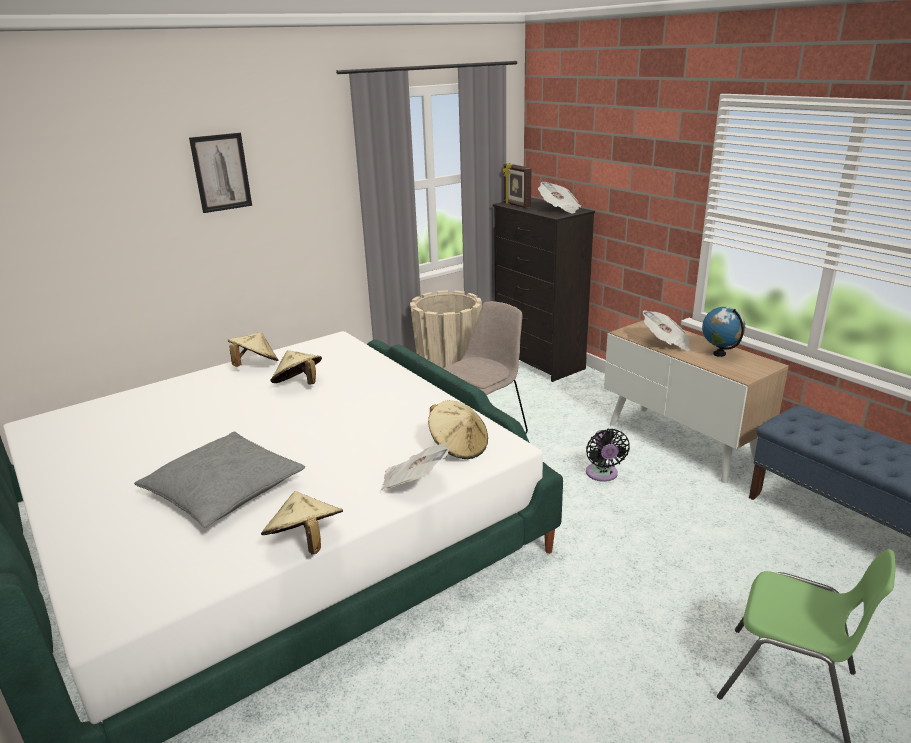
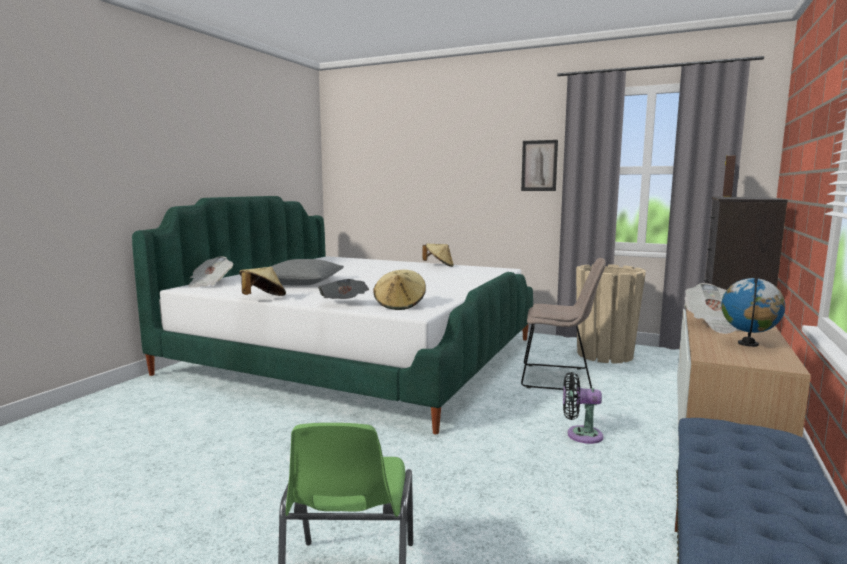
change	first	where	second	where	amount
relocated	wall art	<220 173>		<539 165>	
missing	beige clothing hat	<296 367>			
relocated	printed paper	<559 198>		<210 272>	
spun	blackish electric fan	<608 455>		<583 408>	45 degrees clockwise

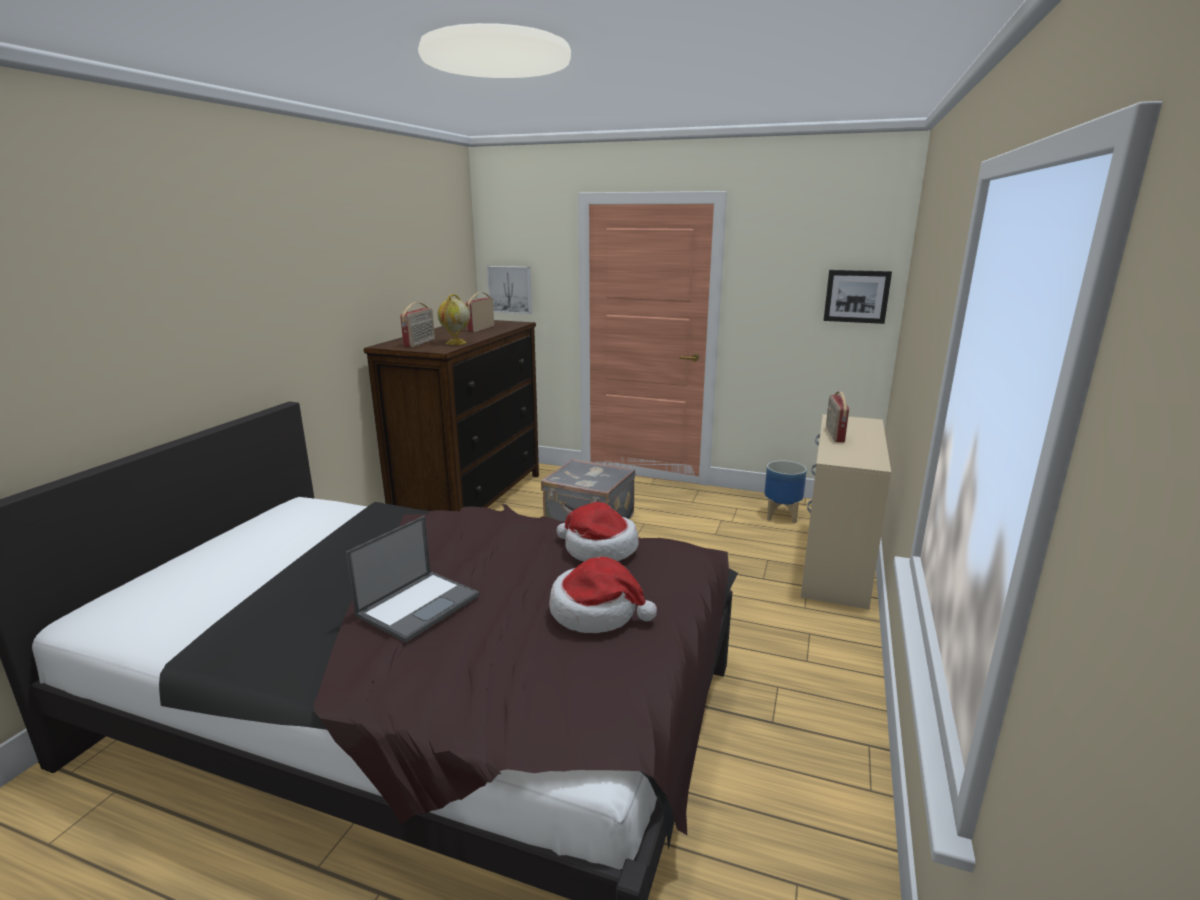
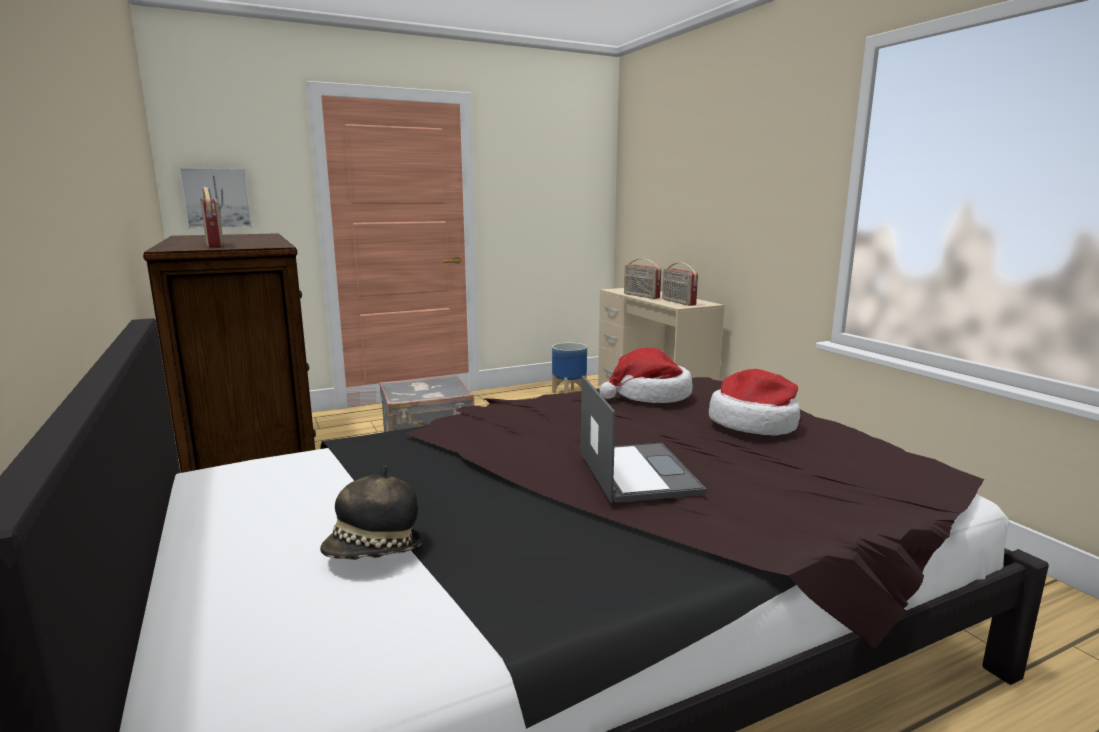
change	first	where	second	where	amount
missing	desk globe	<453 319>			
relocated	radio	<479 312>		<680 284>	
missing	wall art	<858 297>			
appeared			clothing hat	<371 512>	

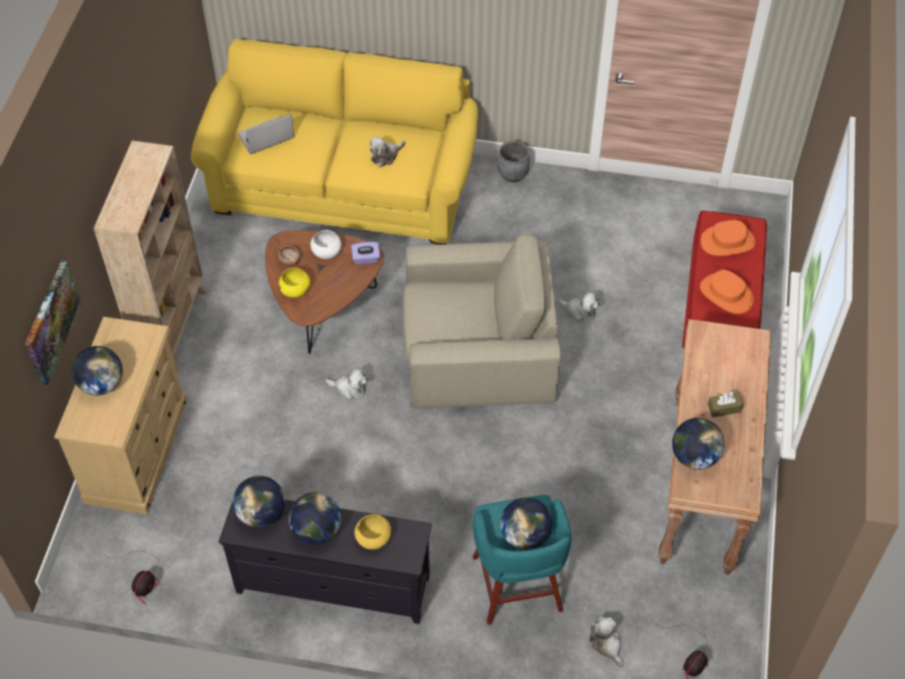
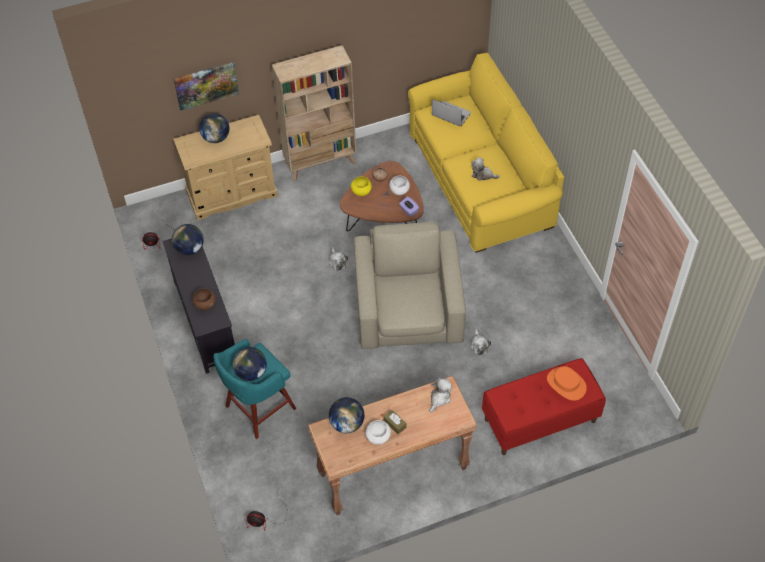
change	first	where	second	where	amount
missing	desk globe	<315 518>			
colour	yellow deep dish	<373 532>	brownish deep dish	<204 299>	
spun	beige lounge chair	<481 321>		<410 285>	150 degrees counterclockwise
missing	grey plant pot	<514 161>			
relocated	cuddly toy	<606 642>		<440 395>	
missing	orange clothing hat	<727 292>			
appeared			white deep dish	<378 432>	

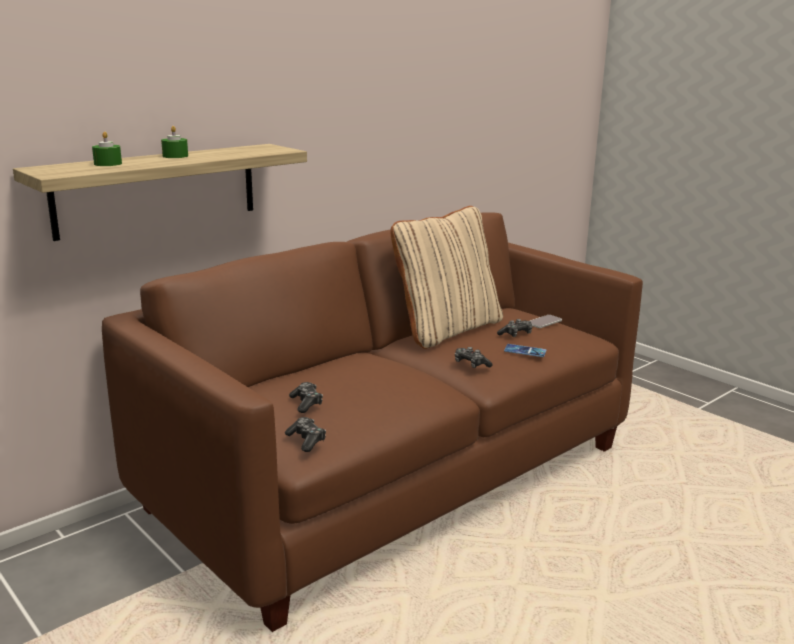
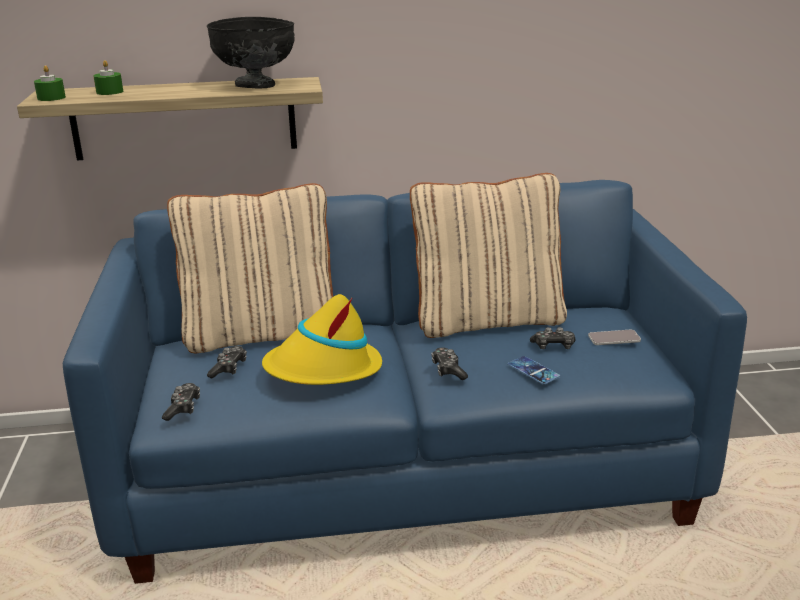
change	first	where	second	where	amount
colour	brownish settee	<372 422>	blue settee	<404 382>	
relocated	green-coloured wax candle	<174 142>		<50 83>	
appeared			beige cushion	<250 268>	
appeared			blackish deep dish	<250 52>	
appeared			yellow clothing hat	<322 339>	

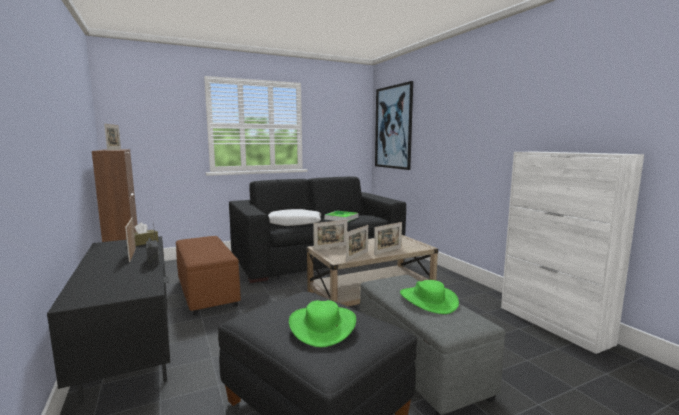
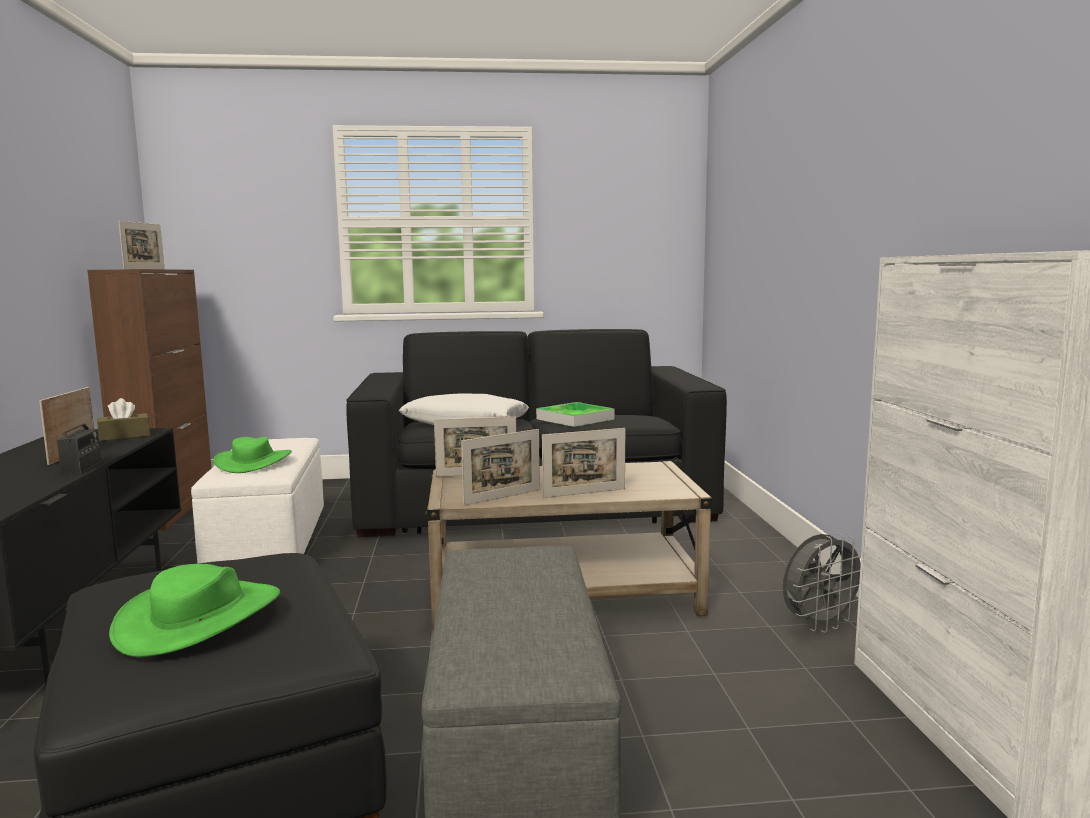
change	first	where	second	where	amount
colour	brownish footrest	<208 275>	white footrest	<257 501>	
missing	wall art	<394 125>			
relocated	green-coloured clothing hat	<429 297>		<252 455>	
appeared			grey electric fan	<822 583>	

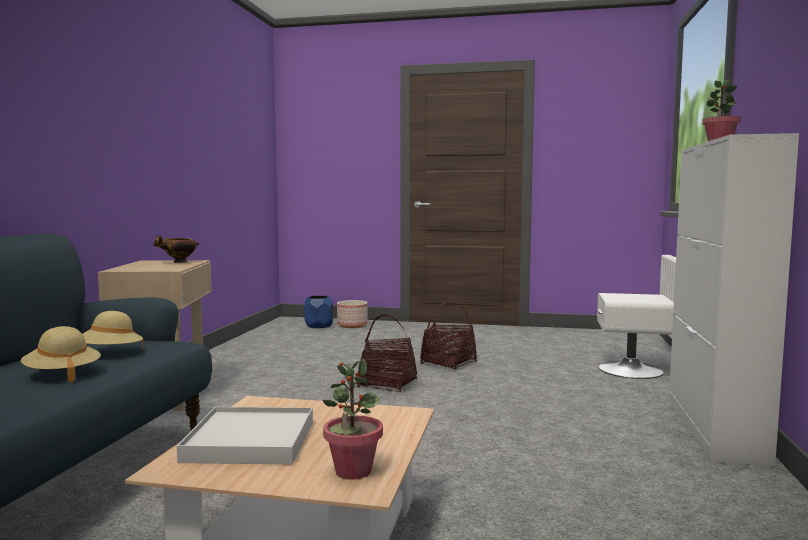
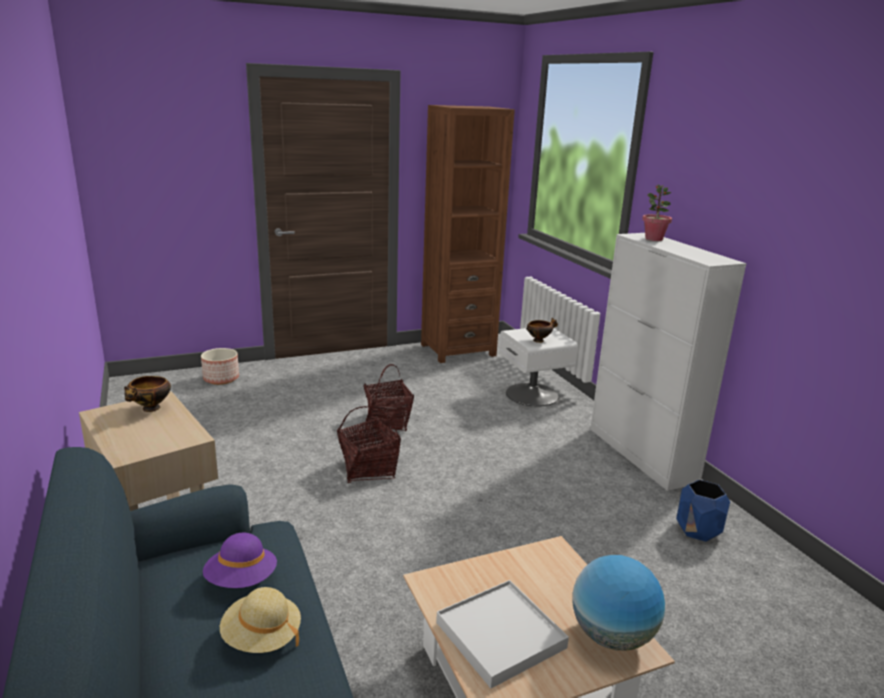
change	first	where	second	where	amount
colour	beige clothing hat	<113 330>	purple-coloured clothing hat	<240 560>	
relocated	blue plant pot	<318 312>		<703 511>	
exchanged	houseplant	<353 419>	desk globe	<618 603>	
appeared			brownish bookshelf	<468 234>	
appeared			deep dish	<542 330>	

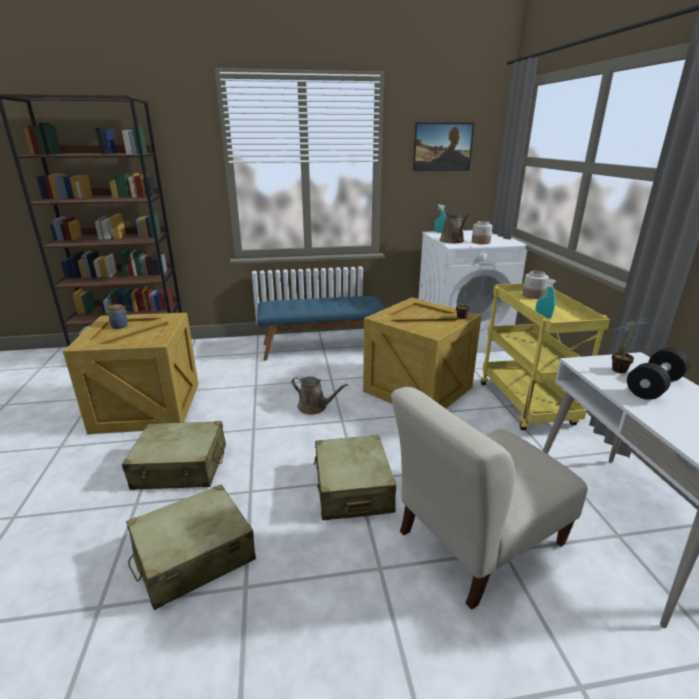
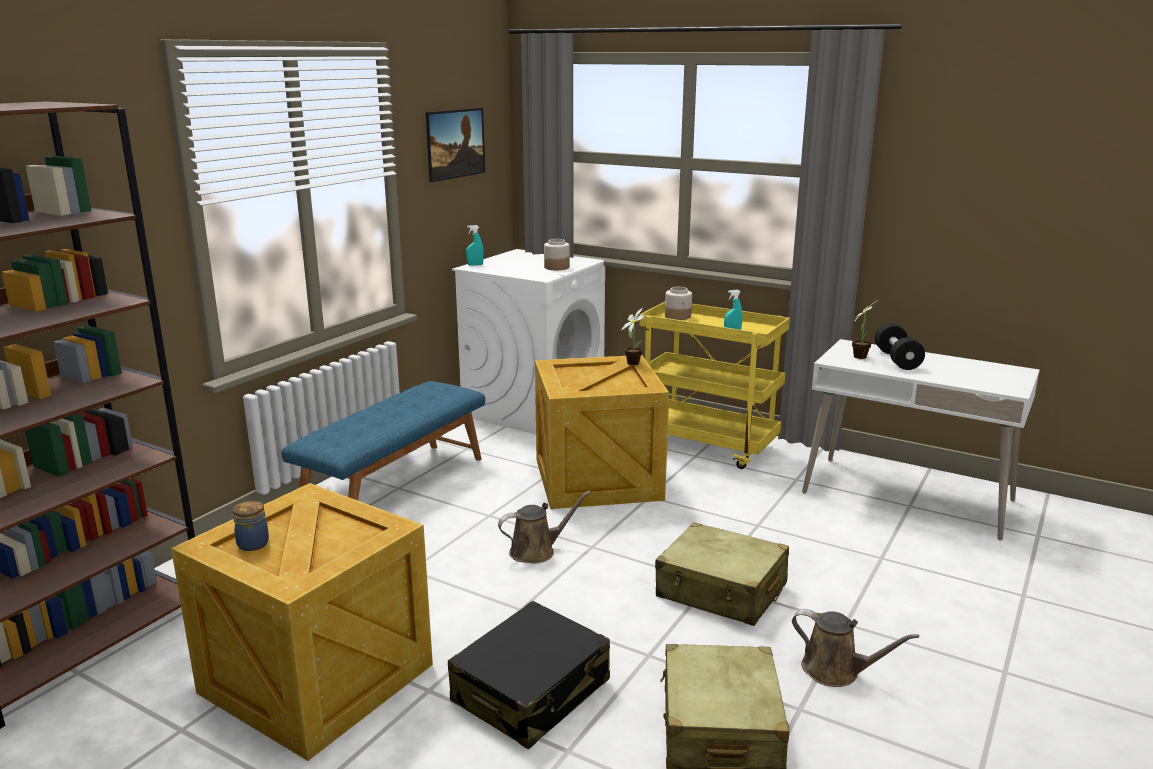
change	first	where	second	where	amount
colour	beige travel case	<174 455>	blackish travel case	<529 675>	
missing	beige plain chair	<489 498>			
relocated	brownish watering pot	<454 227>		<855 648>	

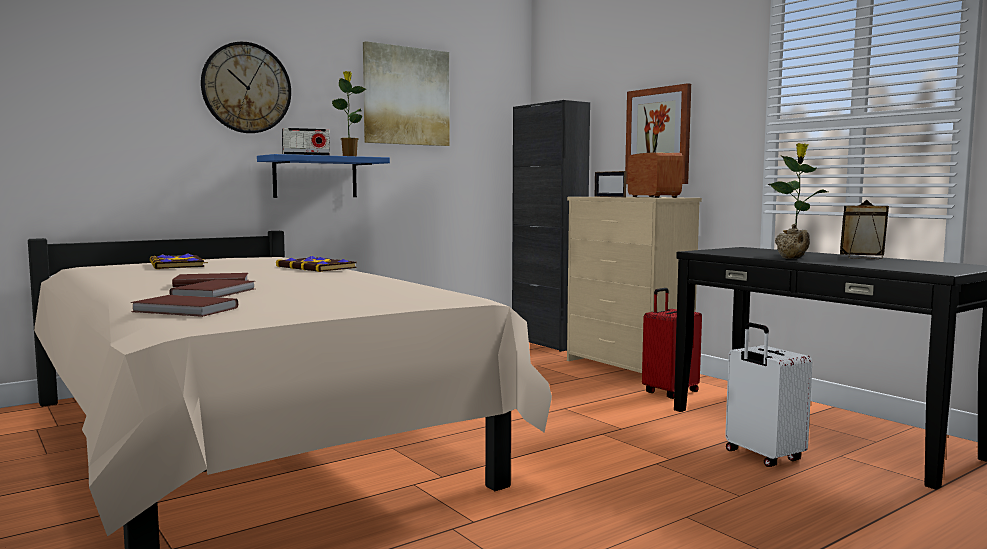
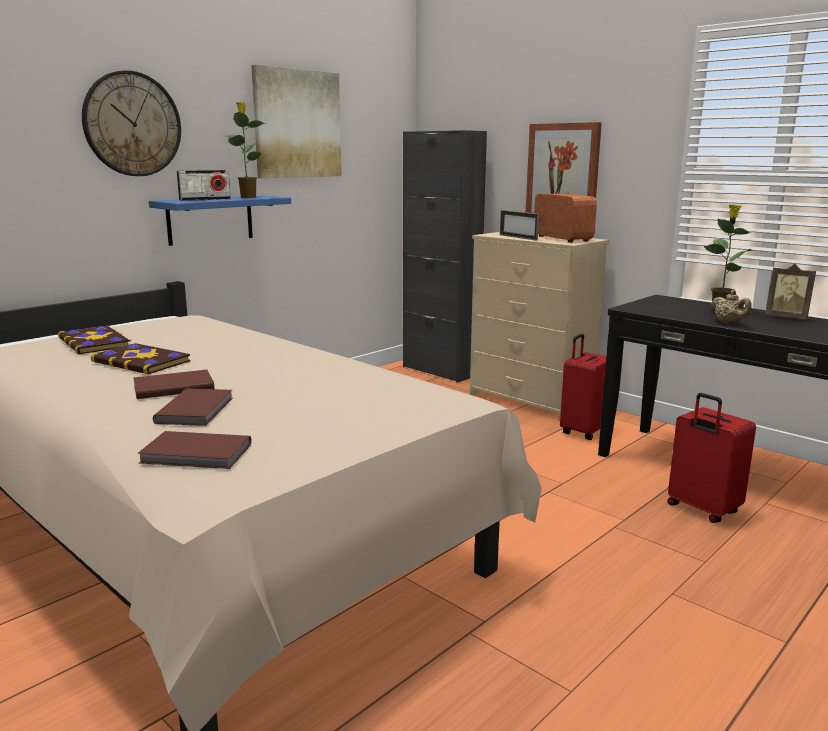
change	first	where	second	where	amount
relocated	bound book	<316 264>		<140 359>	
colour	white travel case	<768 395>	red travel case	<711 458>	
spun	picture frame	<864 229>		<790 291>	150 degrees counterclockwise

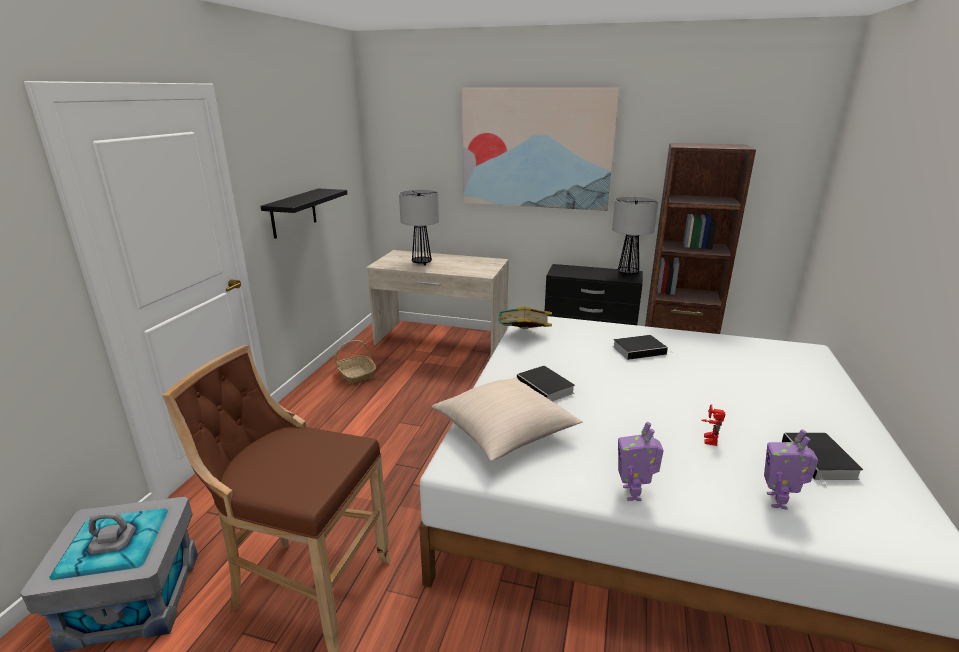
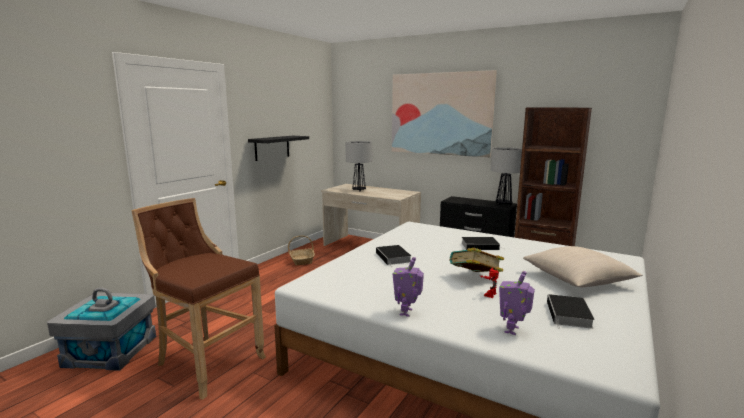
change	first	where	second	where	amount
relocated	beige cushion	<507 419>		<583 266>	
relocated	bound book	<525 317>		<477 260>	

